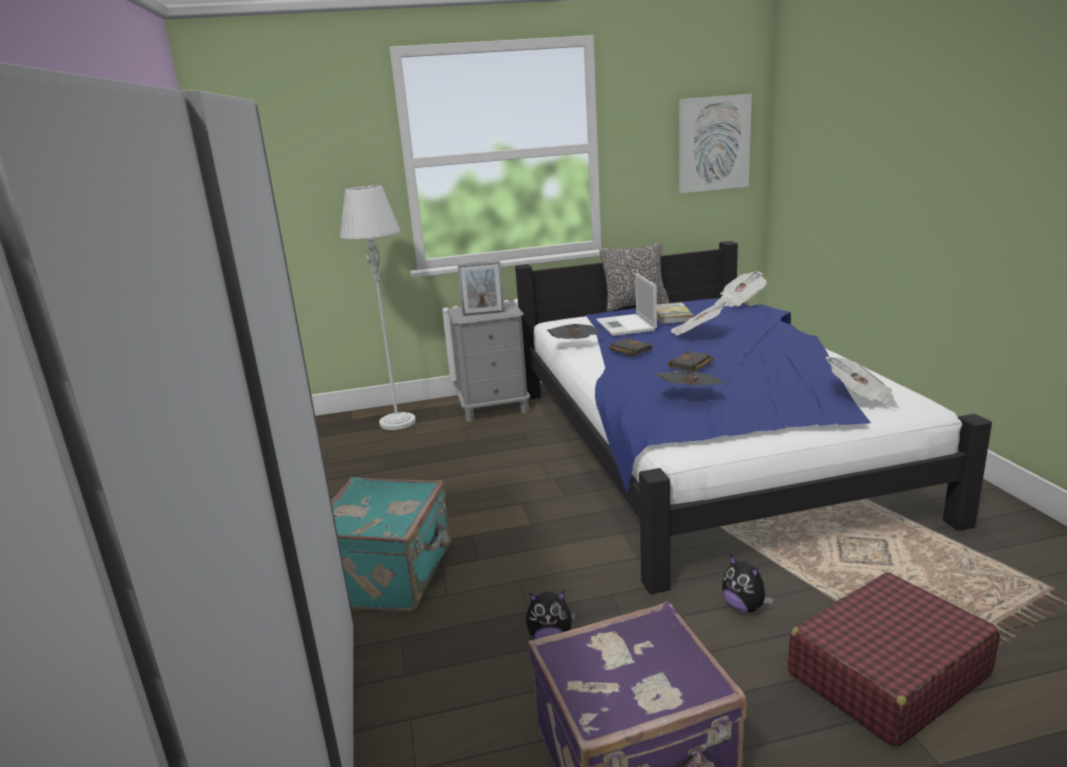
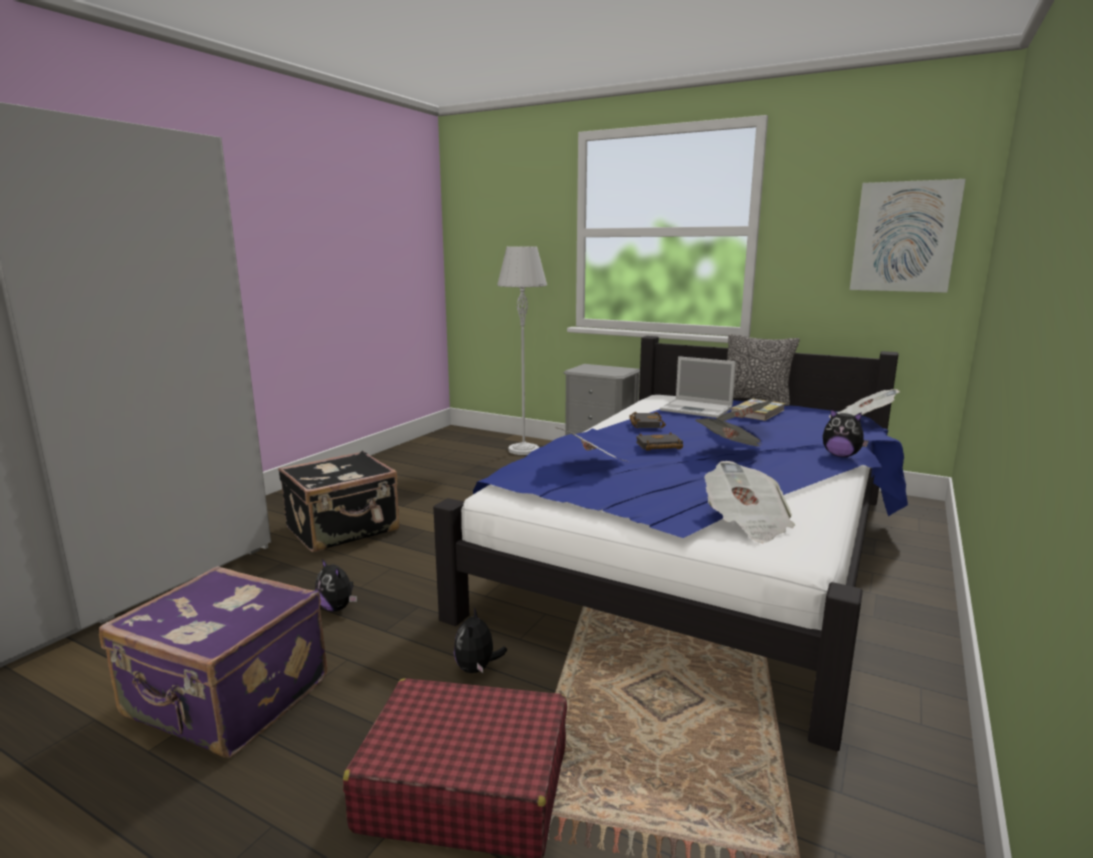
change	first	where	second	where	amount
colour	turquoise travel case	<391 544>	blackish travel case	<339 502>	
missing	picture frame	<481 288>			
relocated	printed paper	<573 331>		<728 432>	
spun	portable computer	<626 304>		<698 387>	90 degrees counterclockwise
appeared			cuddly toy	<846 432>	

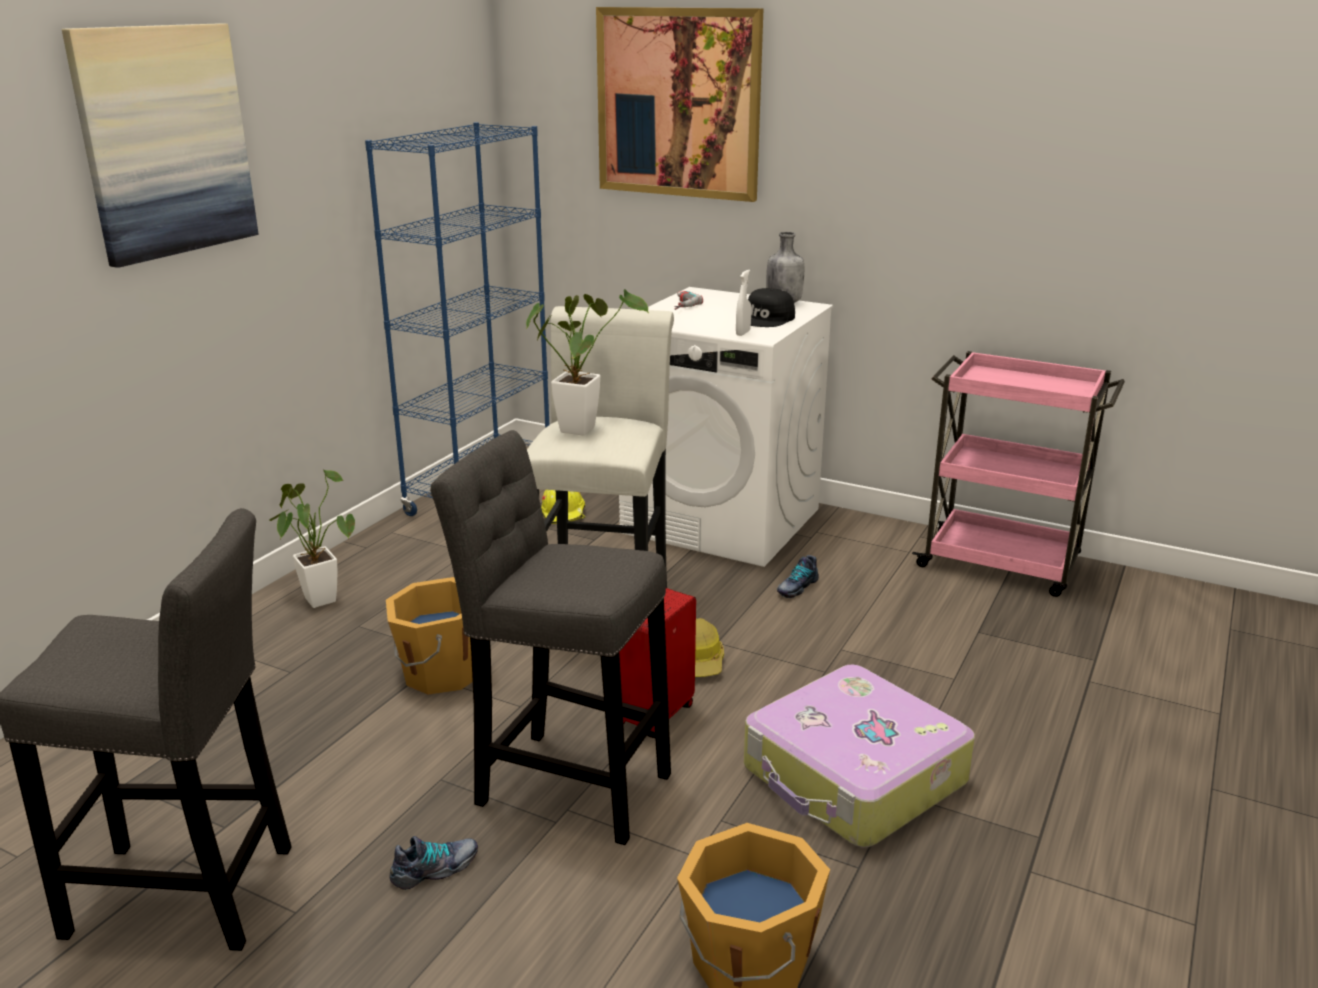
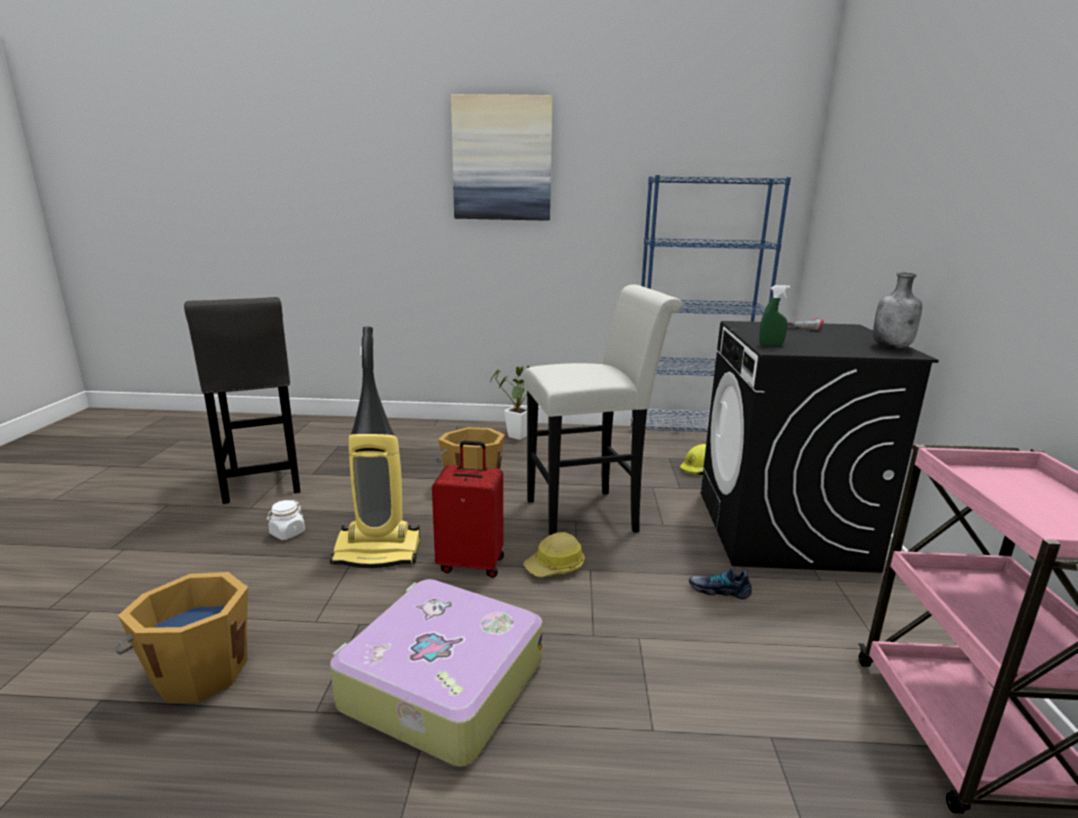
change	first	where	second	where	amount
exchanged	item of footwear	<433 863>	white jar	<286 520>	
exchanged	grey stool	<551 637>	hoover	<375 447>	
missing	houseplant	<587 362>			
missing	wall art	<680 104>			
colour	white laundry machine	<726 427>	blackish laundry machine	<820 447>	
colour	white spray bottle	<743 303>	green-coloured spray bottle	<774 315>	
missing	blackish peaked cap	<771 307>			

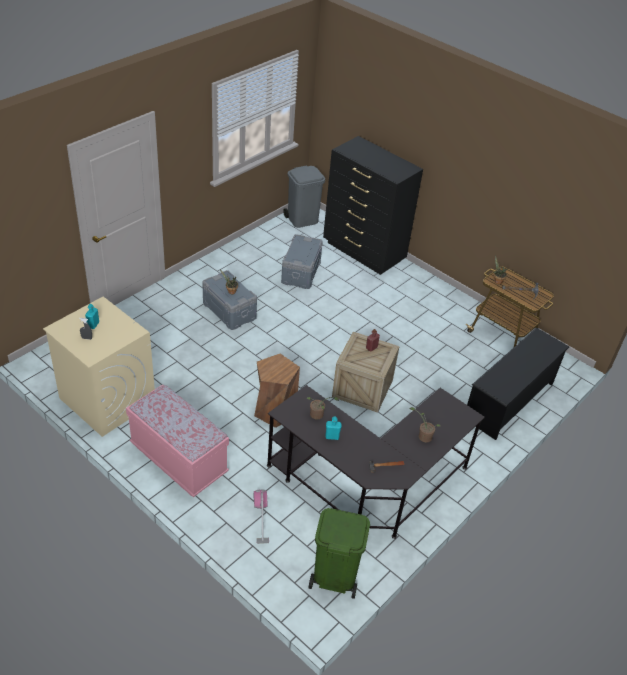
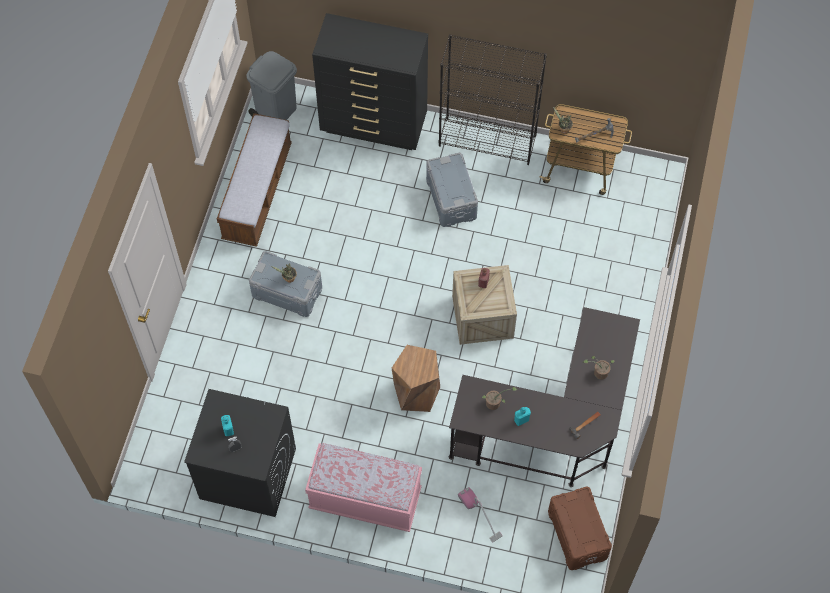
change	first	where	second	where	amount
colour	beige laundry machine	<99 367>	blackish laundry machine	<240 453>	
relocated	grey storage box	<302 261>		<452 190>	
exchanged	green-coloured waste bin	<339 553>	brownish storage box	<580 528>	
missing	blackish shoe shelf	<518 384>			
appeared			indoor bench	<254 180>	
appeared			blackish bookshelf	<493 99>	

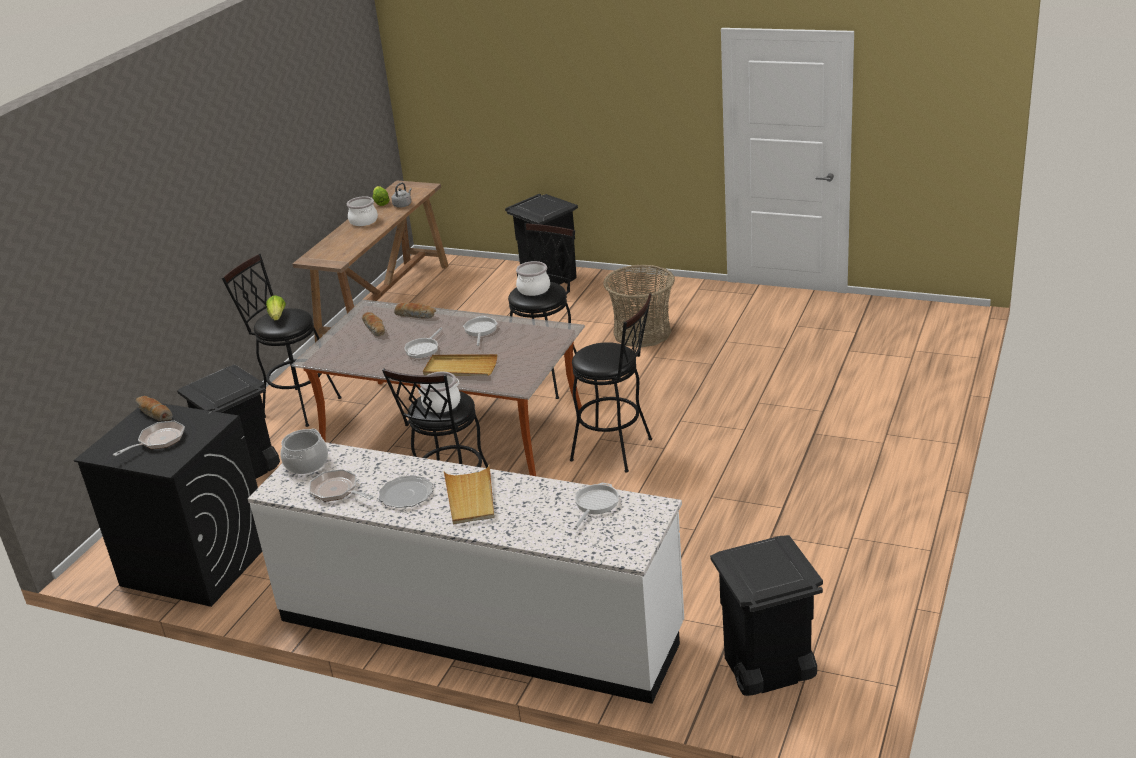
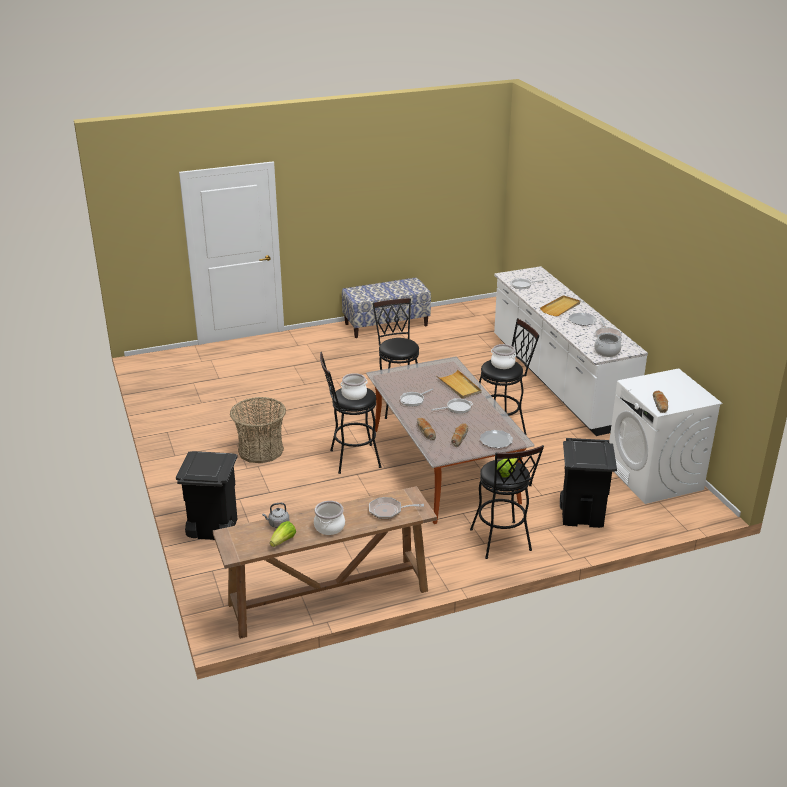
change	first	where	second	where	amount
colour	blackish laundry machine	<168 505>	white laundry machine	<665 436>	
relocated	pan	<149 438>		<396 508>	
missing	blackish waste bin	<766 615>			
appeared			indoor bench	<386 308>	
appeared			dinner plate	<496 439>	

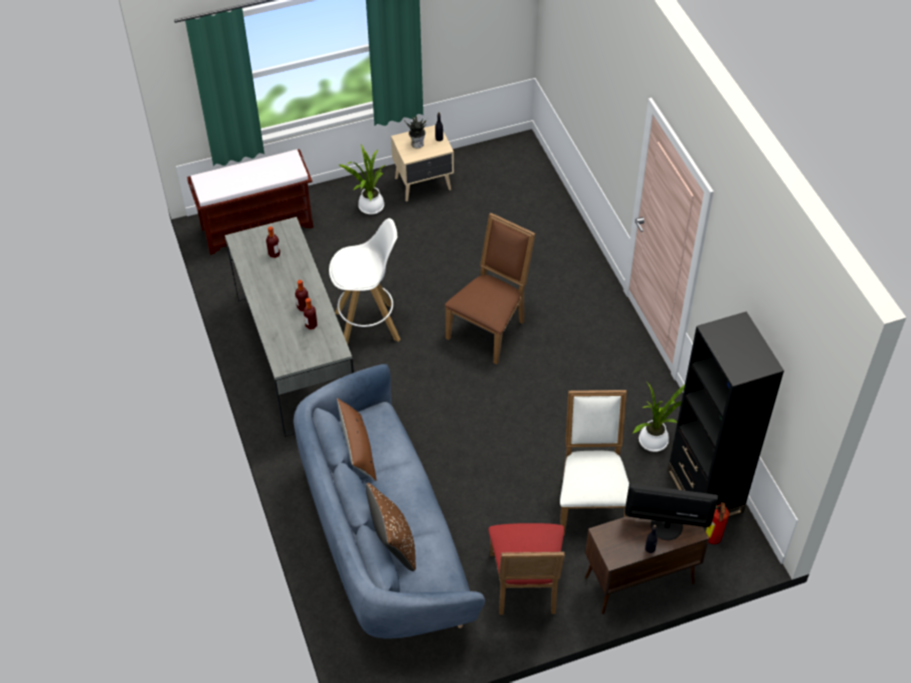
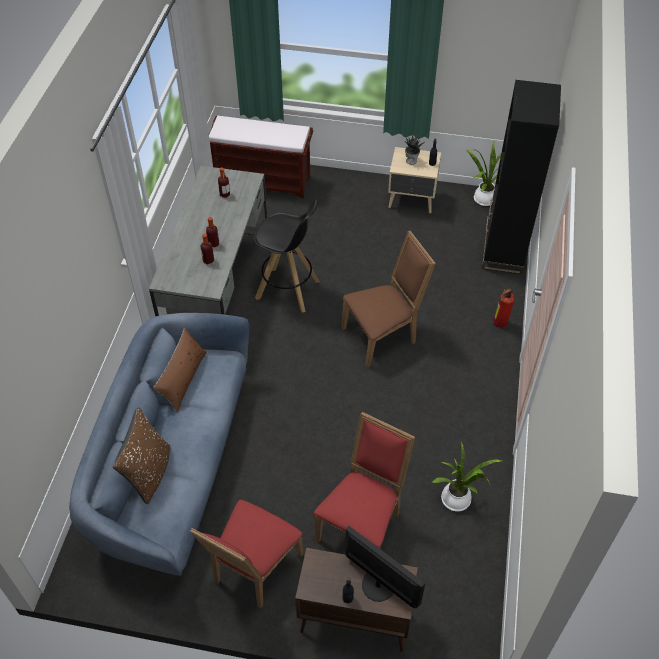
change	first	where	second	where	amount
colour	white stool	<365 281>	blackish stool	<287 255>	
relocated	houseplant	<362 180>		<484 174>	
colour	white plain chair	<594 463>	red plain chair	<364 480>	
relocated	blackish bookshelf	<726 414>		<521 177>	
relocated	fire extinguisher	<717 523>		<504 308>	

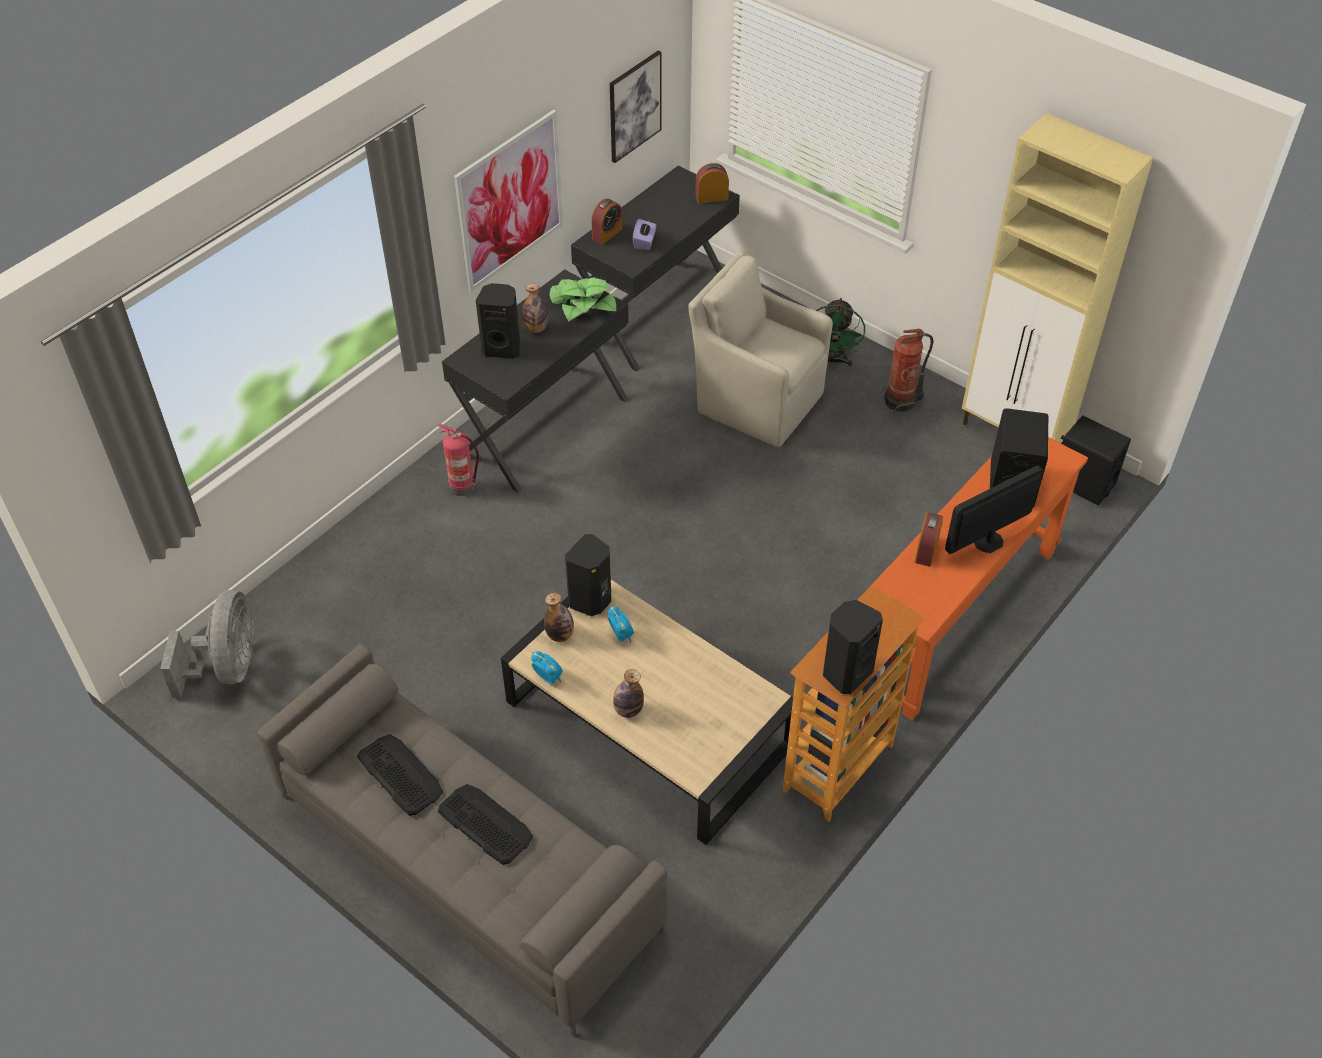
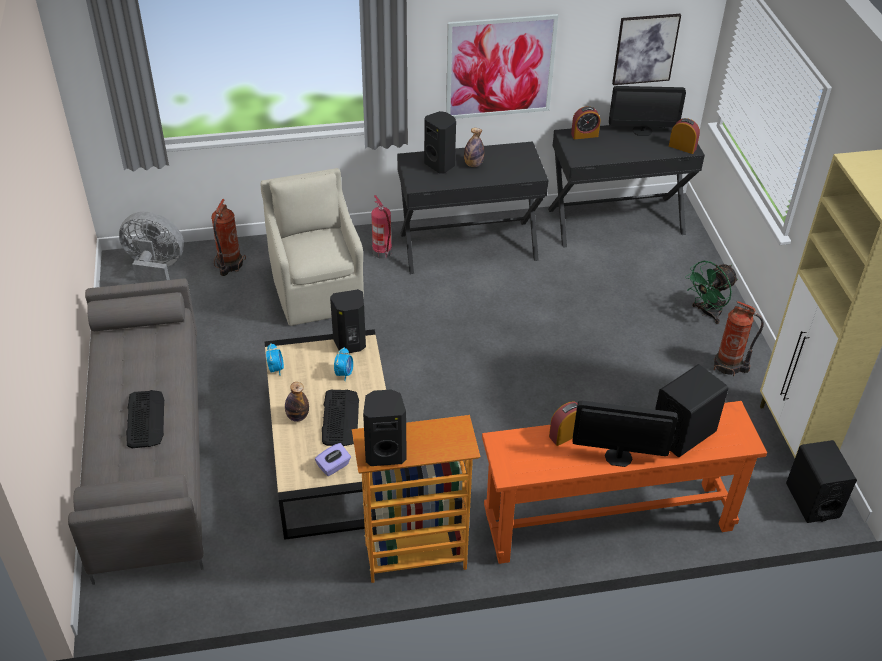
change	first	where	second	where	amount
spun	grey electric fan	<207 644>		<151 247>	120 degrees counterclockwise
relocated	PC keyboard	<400 775>		<340 418>	
missing	drink bottle	<559 617>			
missing	houseplant	<583 299>			
relocated	purple-coloured tissue holder	<644 234>		<333 459>	
relocated	beige lounge chair	<760 349>		<312 247>	
appeared			fire extinguisher	<228 237>	
appeared			monitor	<647 111>	

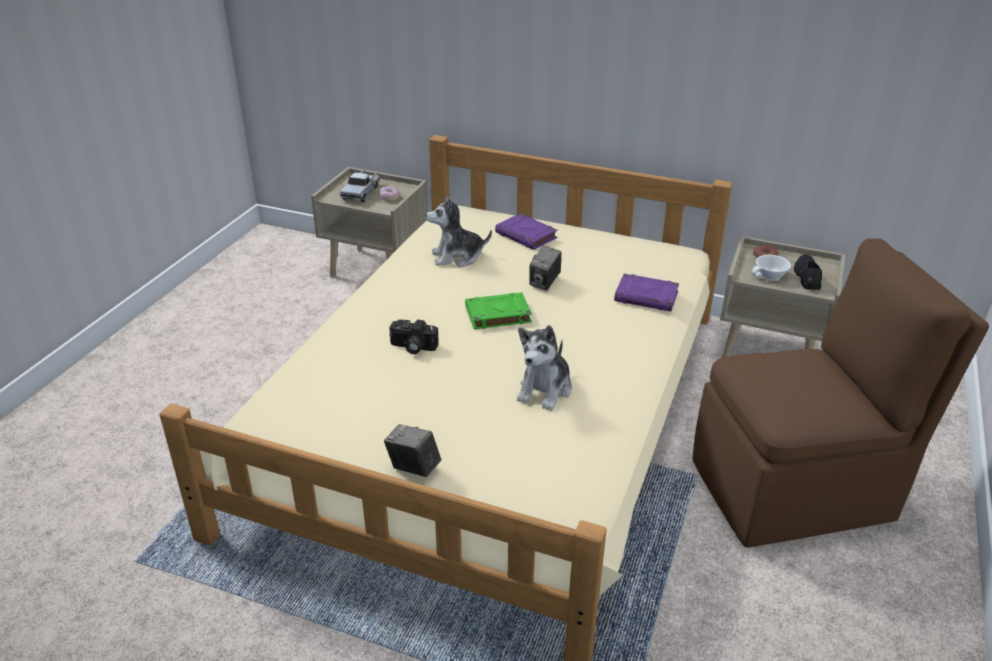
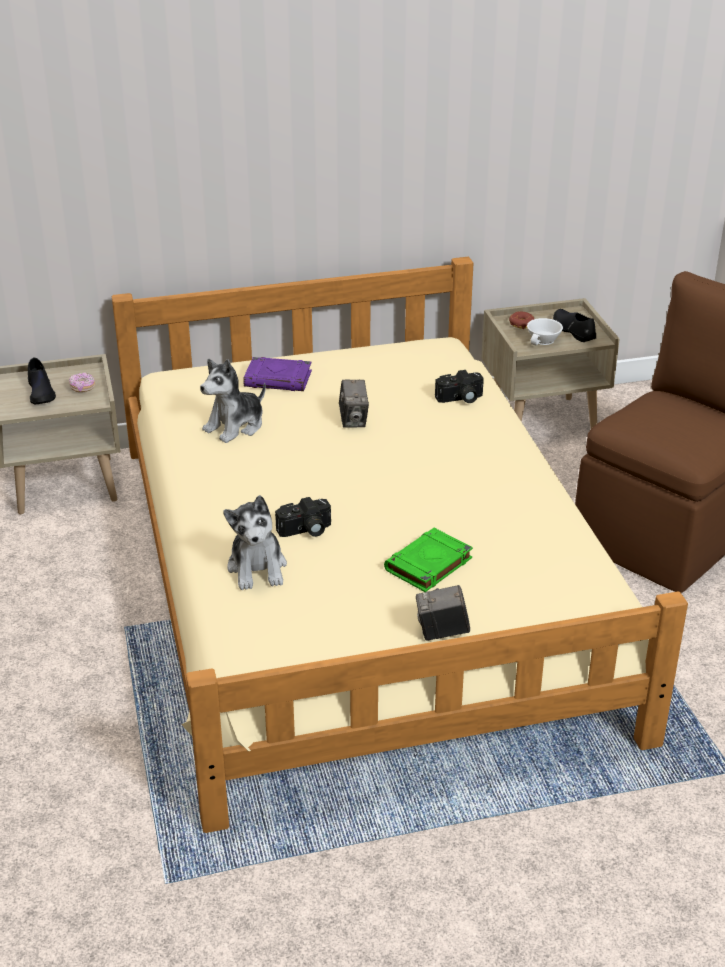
change	first	where	second	where	amount
exchanged	toy lorry	<359 185>	blackish item of footwear	<42 380>	
relocated	green-coloured bound book	<498 310>		<428 560>	
relocated	cuddly toy	<544 368>		<255 542>	
exchanged	purple-coloured bound book	<646 292>	still camera	<459 386>	

